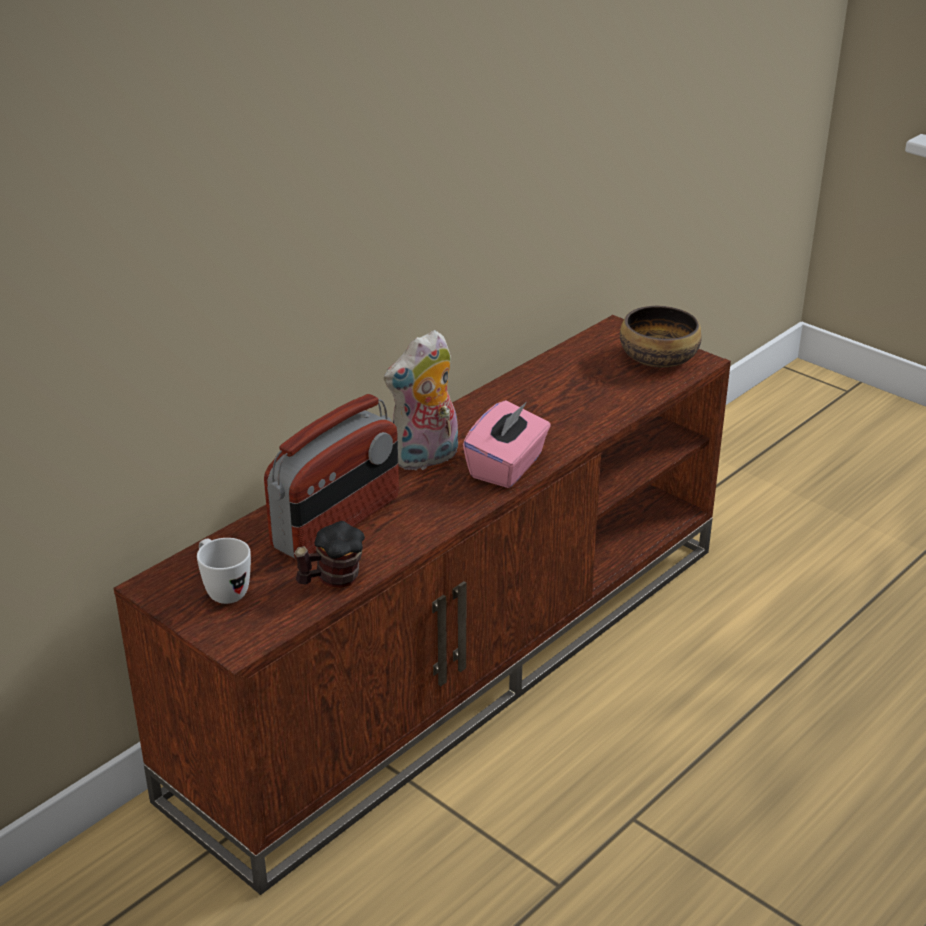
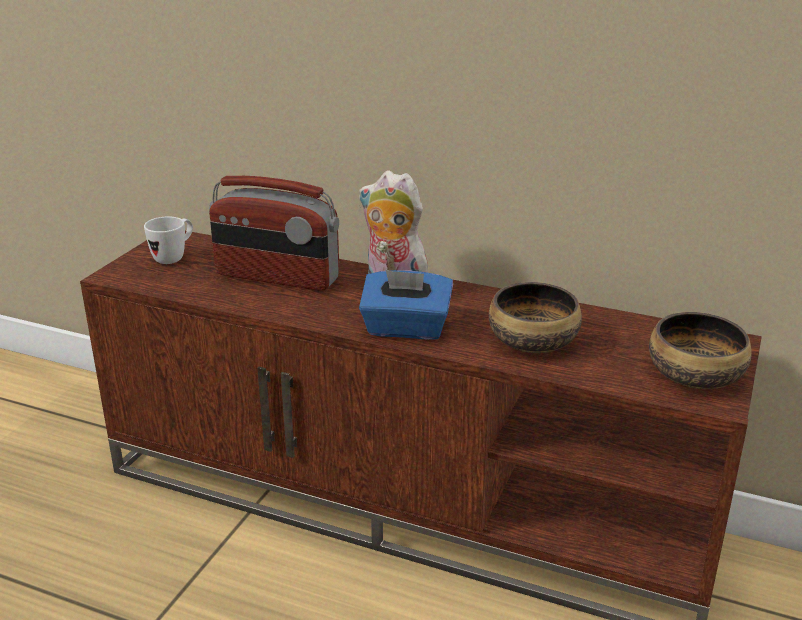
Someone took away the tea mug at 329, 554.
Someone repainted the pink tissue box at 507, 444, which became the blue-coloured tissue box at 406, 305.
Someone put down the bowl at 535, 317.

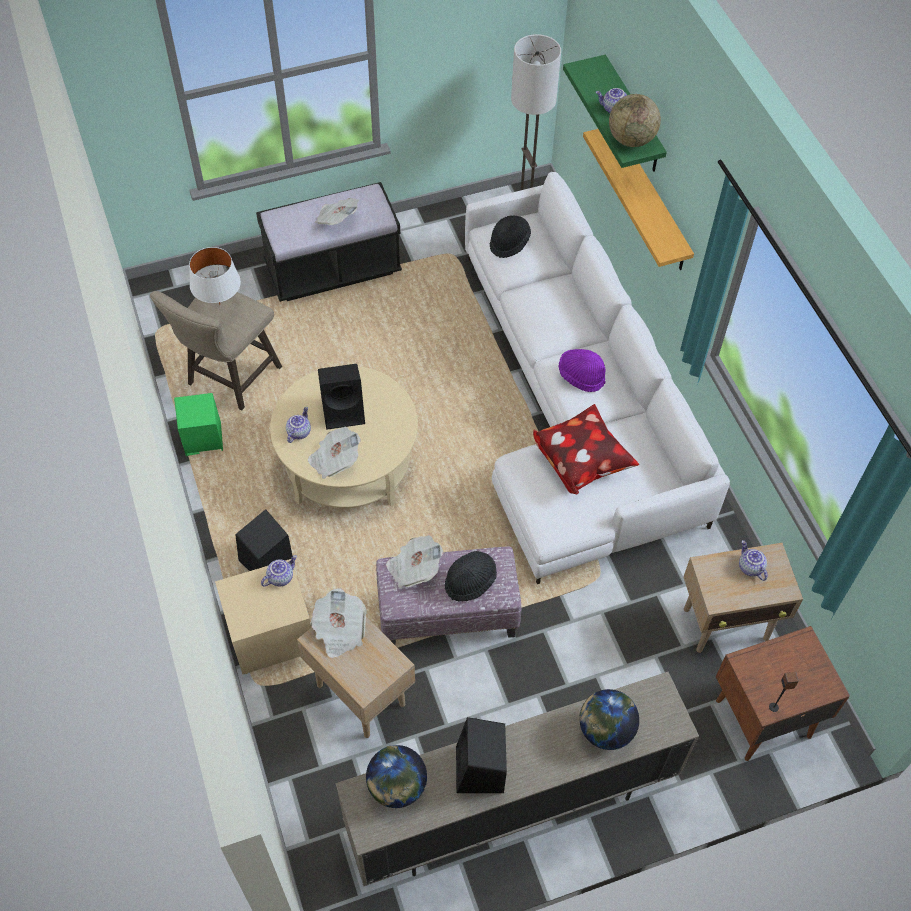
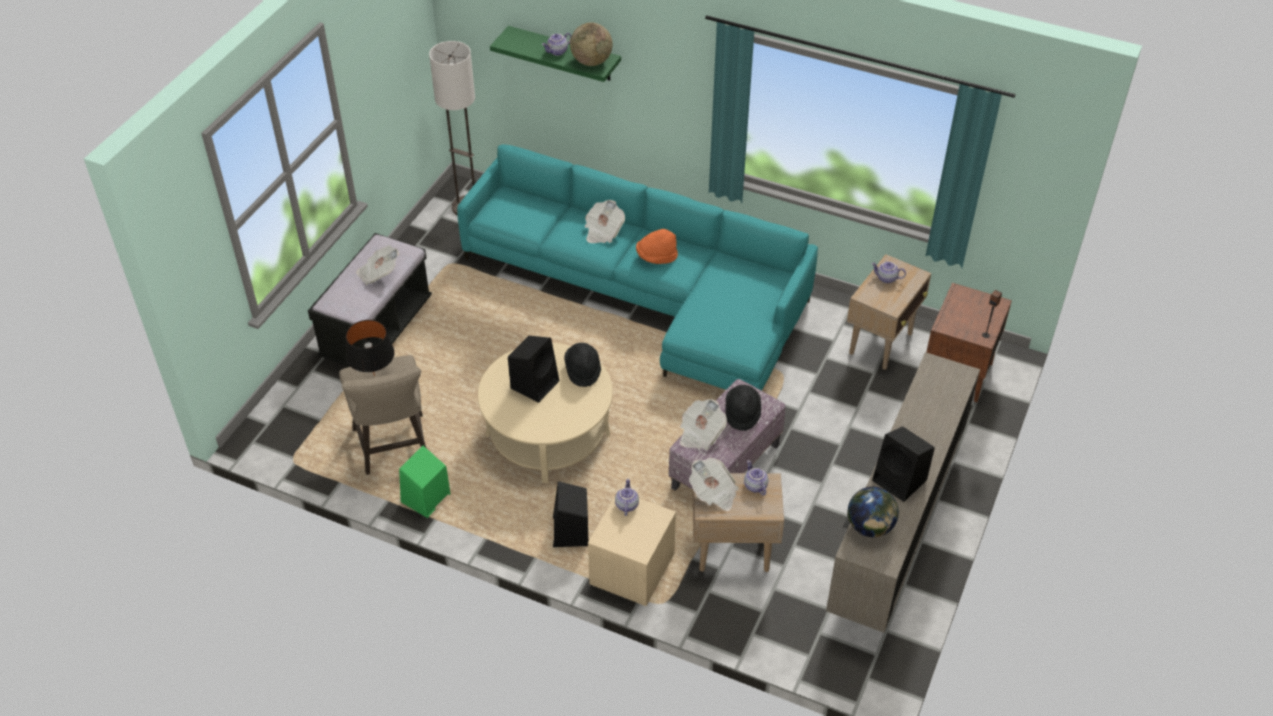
Someone repainted the white lamp for a table at 215, 276, which became the black-coloured lamp for a table at 370, 348.
Someone carried the tea pot from 298, 425 to 756, 478.
Someone carried the daily paper from 334, 453 to 605, 221.
Someone repainted the white sofa at 597, 378, which became the turquoise sofa at 637, 267.
Someone carried the black-coloured wearable hat from 510, 237 to 582, 365.
Someone took away the throw pillow at 586, 449.
Someone repainted the purple wearable hat at 582, 370, which became the orange wearable hat at 657, 246.
Someone took away the desk globe at 609, 719.
Someone took away the wall shelf at 638, 199.

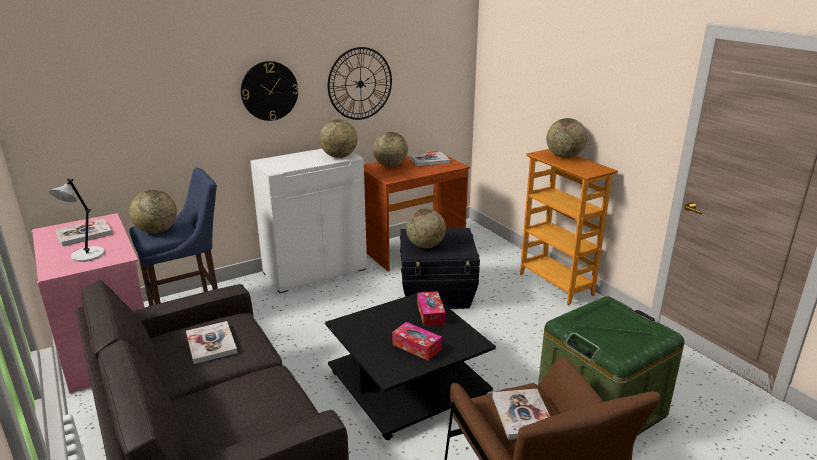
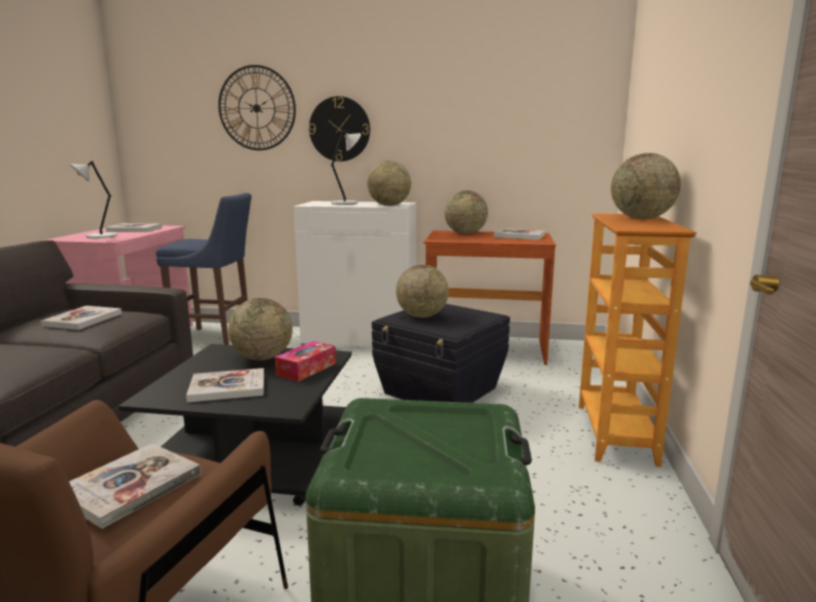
Someone carried the desk globe from 153, 212 to 260, 329.
Someone carried the wall clock from 360, 83 to 257, 107.
Someone swapped the tissue box at 417, 341 for the book at 225, 385.
Someone put down the gray lamp for a table at 346, 167.

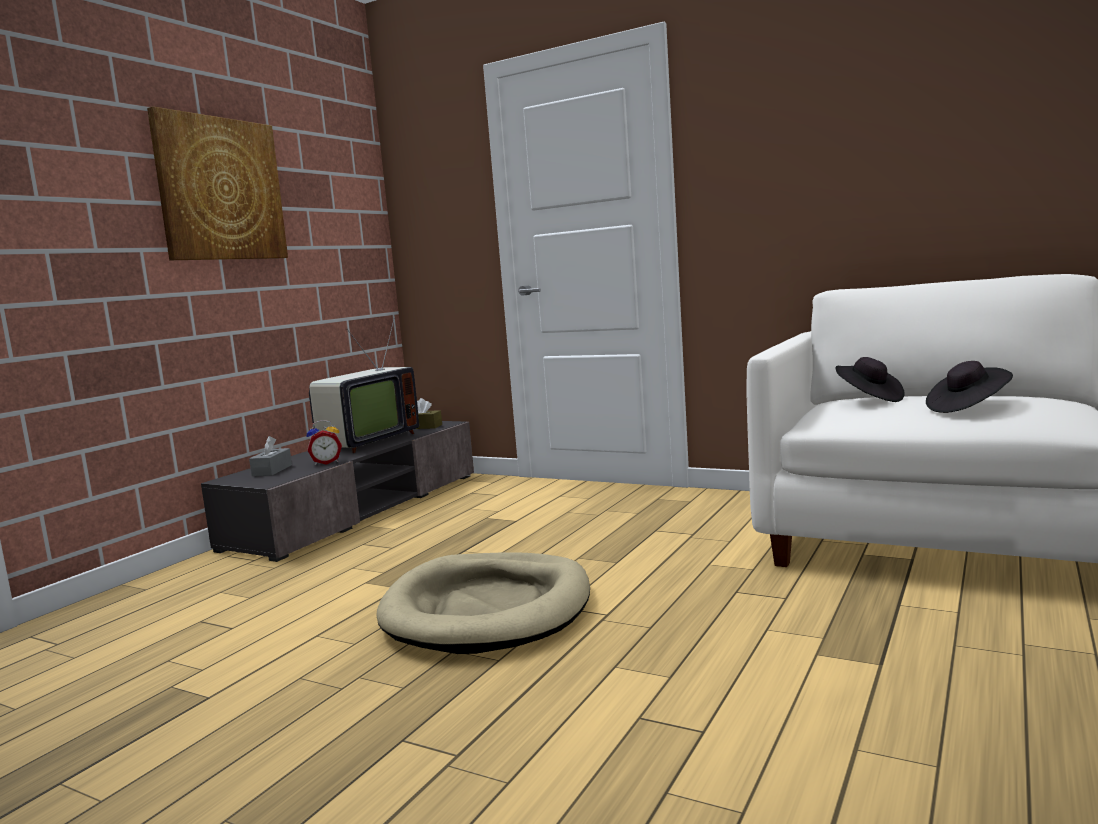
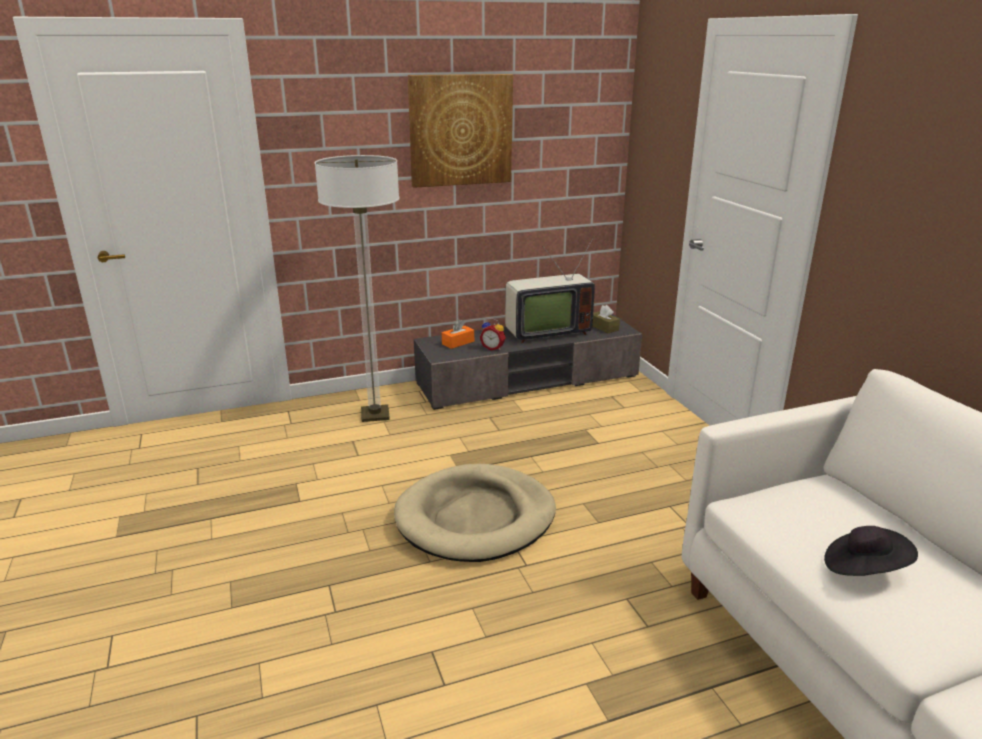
Someone repainted the gray tissue box at 270, 456, which became the orange tissue box at 458, 334.
Someone took away the black-coloured wearable hat at 870, 379.
Someone put down the floor lamp at 357, 288.

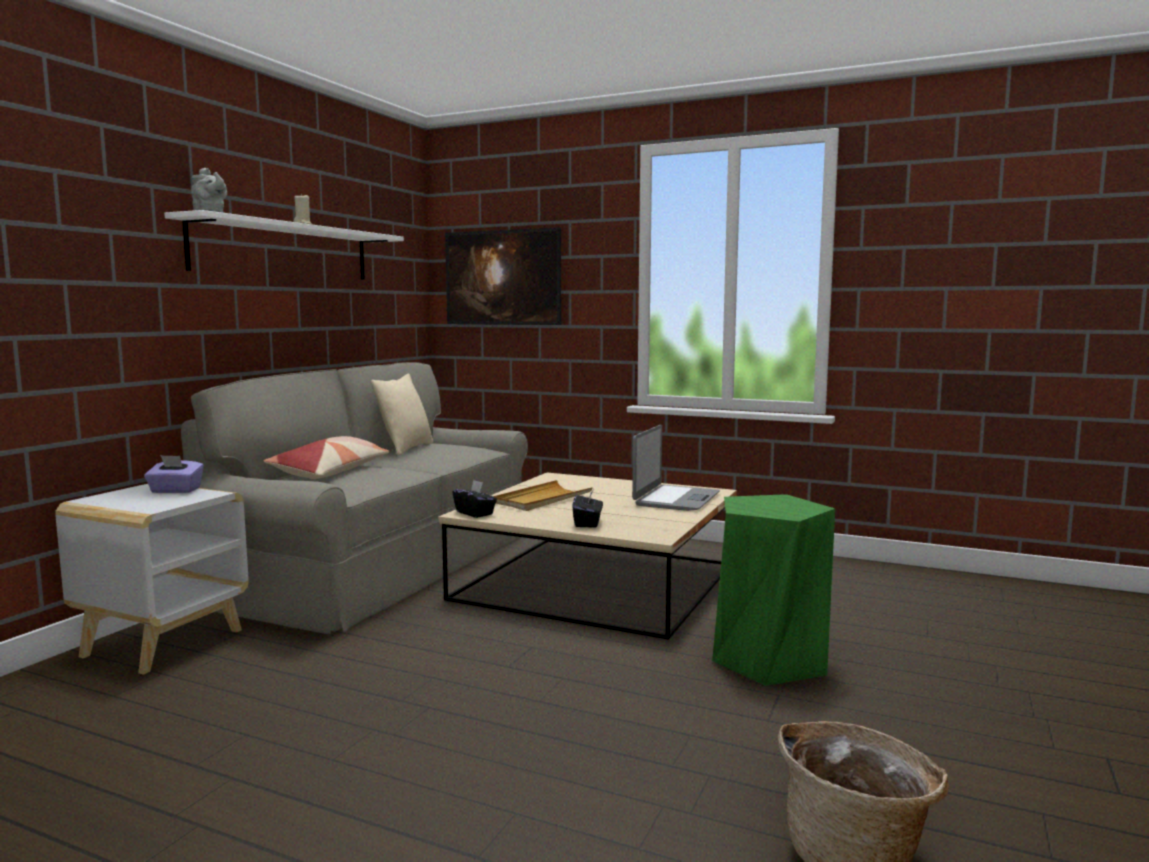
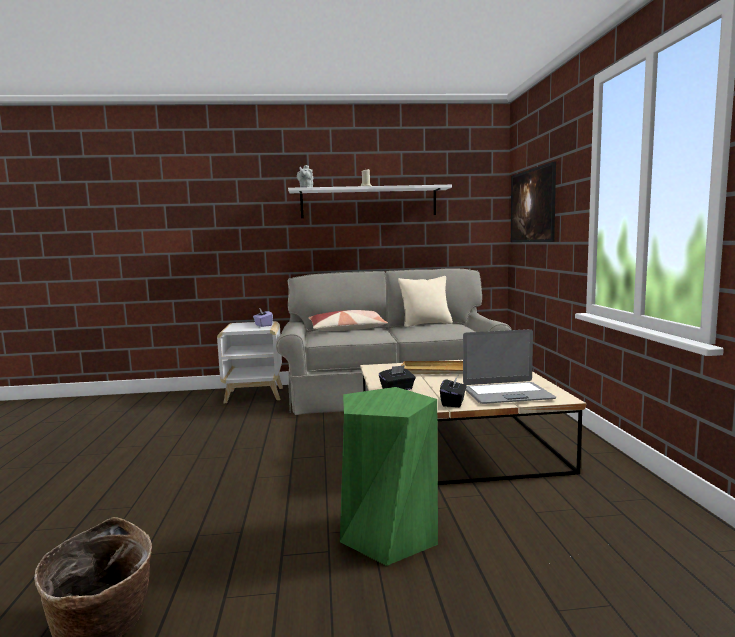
Someone carried the black-coloured tissue box from 474, 499 to 453, 391.

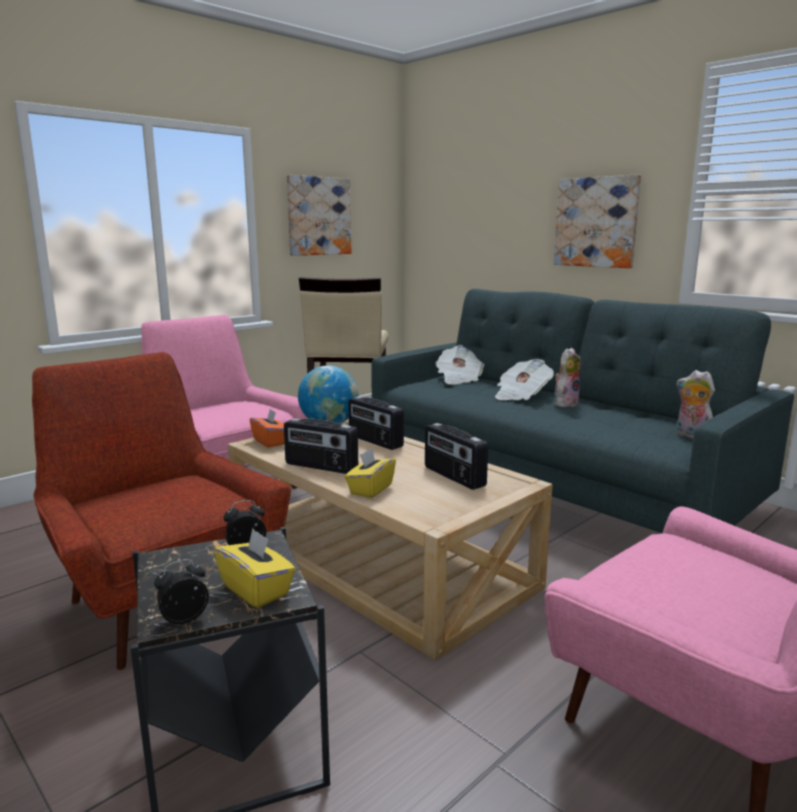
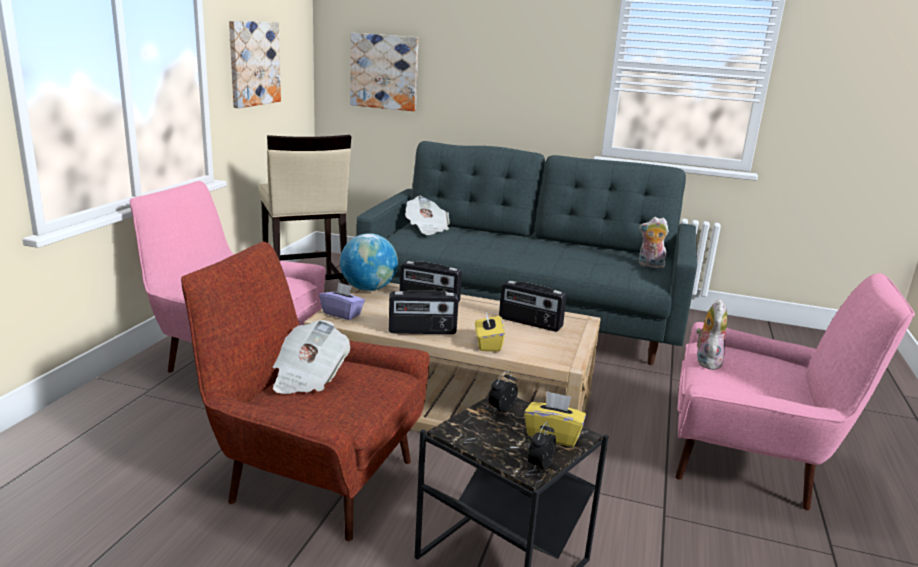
Someone repainted the orange tissue box at 267, 428, which became the purple tissue box at 342, 301.
Someone carried the daily paper from 524, 379 to 311, 357.
Someone carried the picture from 597, 221 to 384, 72.
Someone carried the plush toy from 567, 377 to 711, 334.

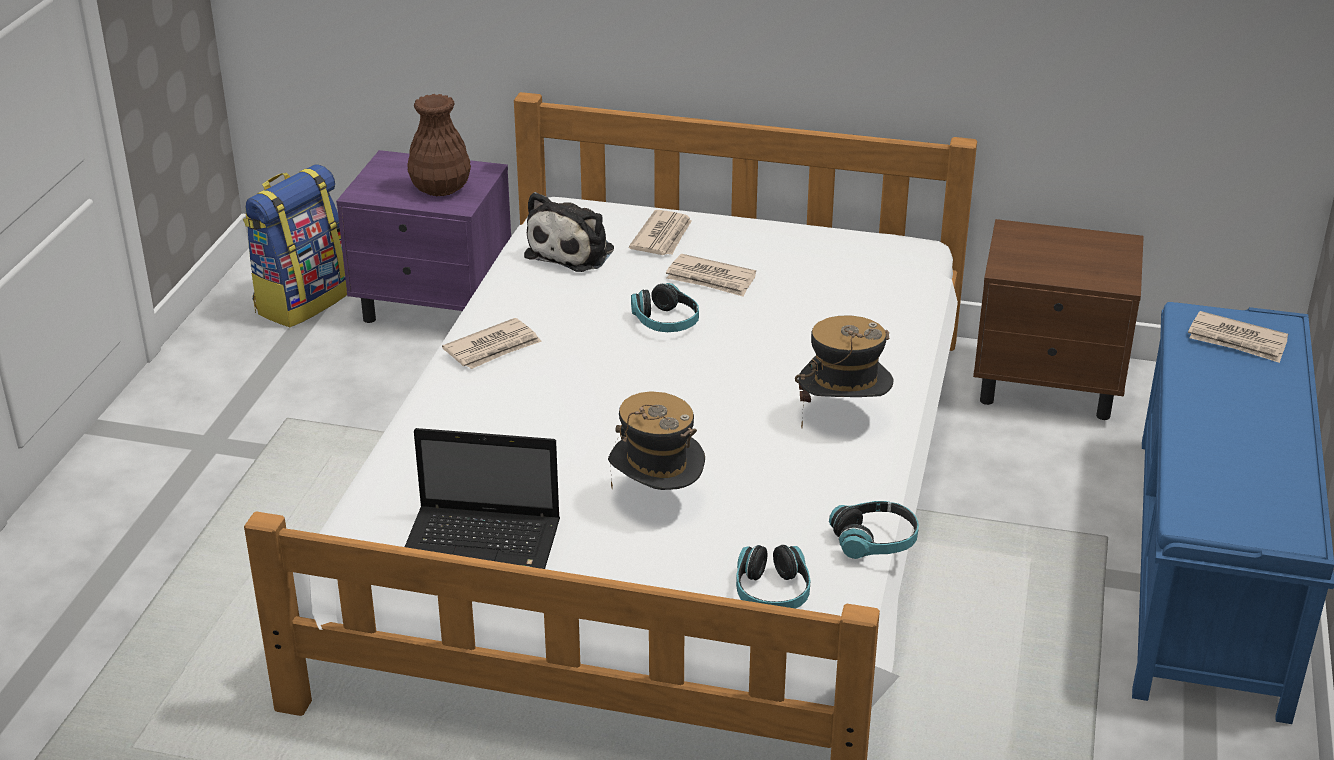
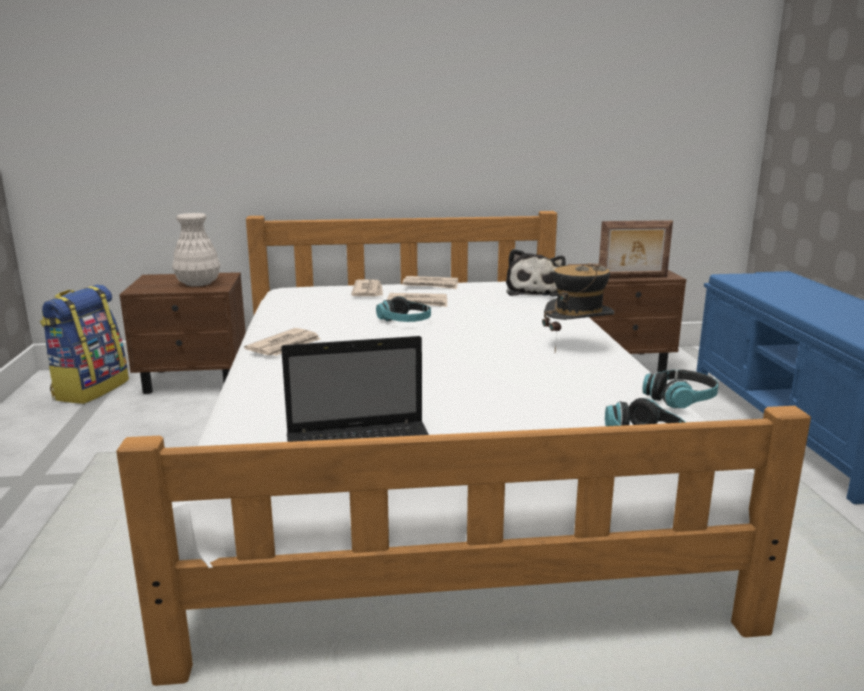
Someone repainted the purple nightstand at 423, 236, which became the brown nightstand at 182, 333.
Someone repainted the brown vase at 439, 145, which became the white vase at 196, 249.
Someone carried the plush toy from 569, 232 to 536, 272.
Someone took away the wearable hat at 656, 440.
Someone carried the daily paper from 1238, 337 to 430, 282.
Someone put down the picture frame at 636, 249.

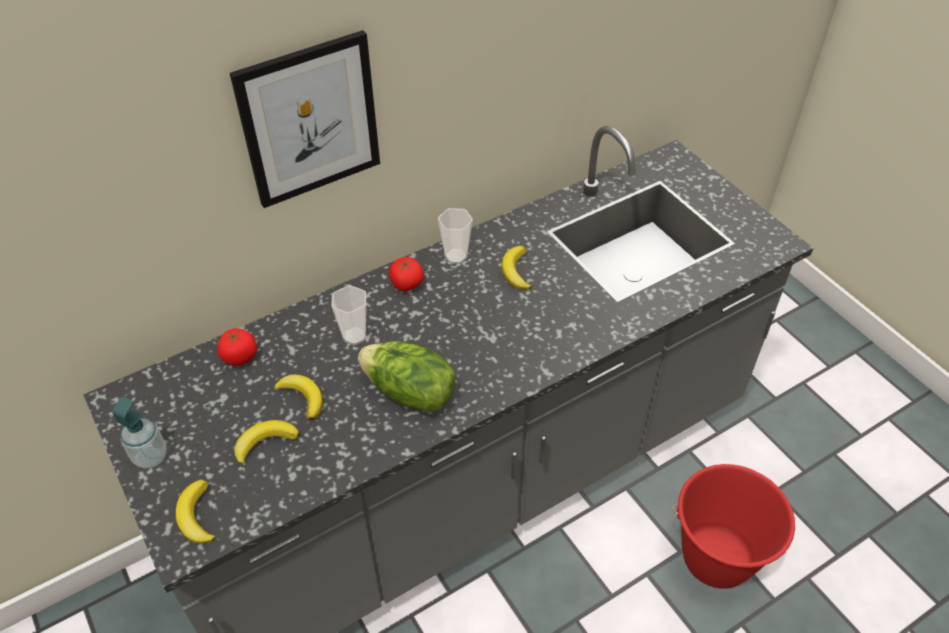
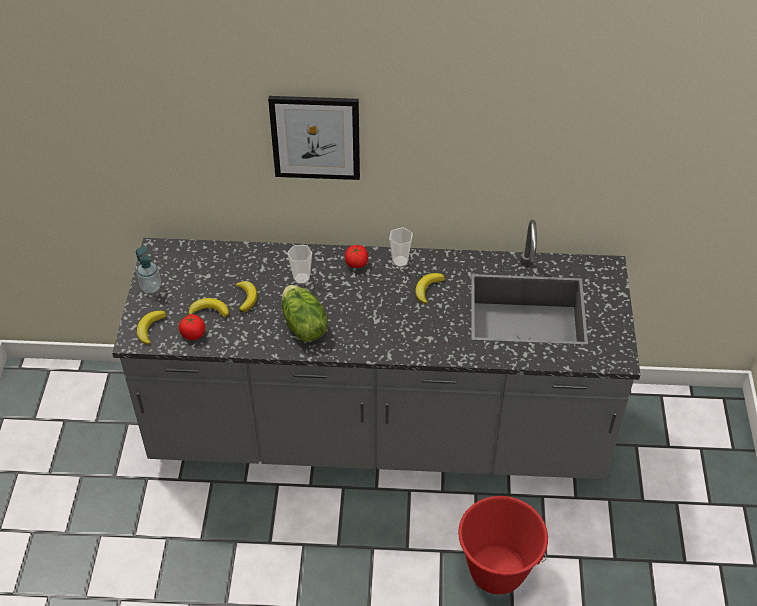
Someone carried the fresh tomato from 237, 347 to 192, 327.

